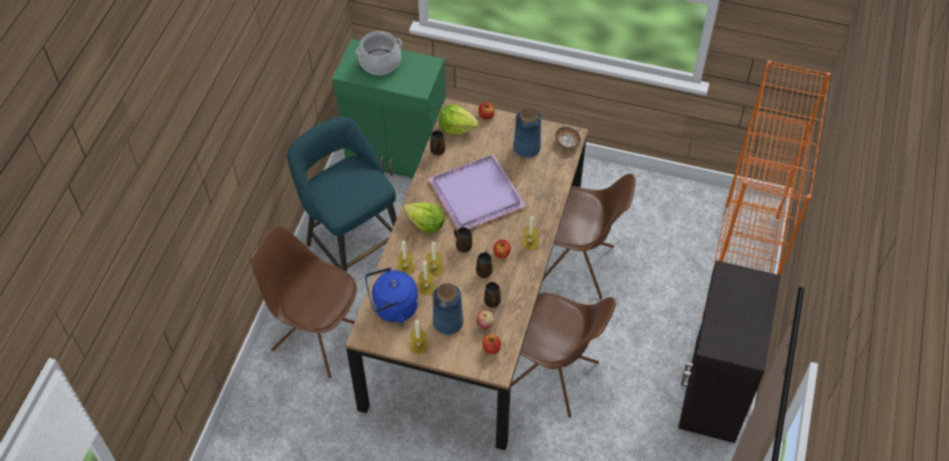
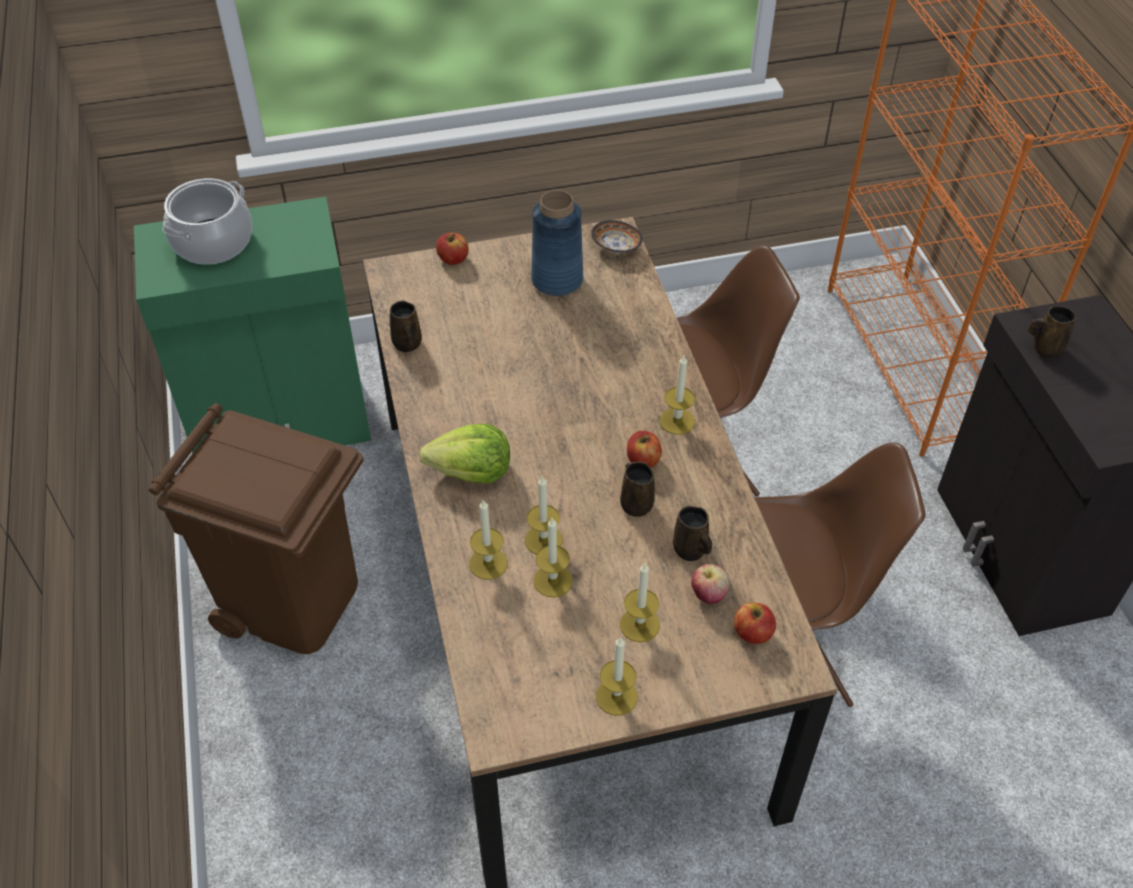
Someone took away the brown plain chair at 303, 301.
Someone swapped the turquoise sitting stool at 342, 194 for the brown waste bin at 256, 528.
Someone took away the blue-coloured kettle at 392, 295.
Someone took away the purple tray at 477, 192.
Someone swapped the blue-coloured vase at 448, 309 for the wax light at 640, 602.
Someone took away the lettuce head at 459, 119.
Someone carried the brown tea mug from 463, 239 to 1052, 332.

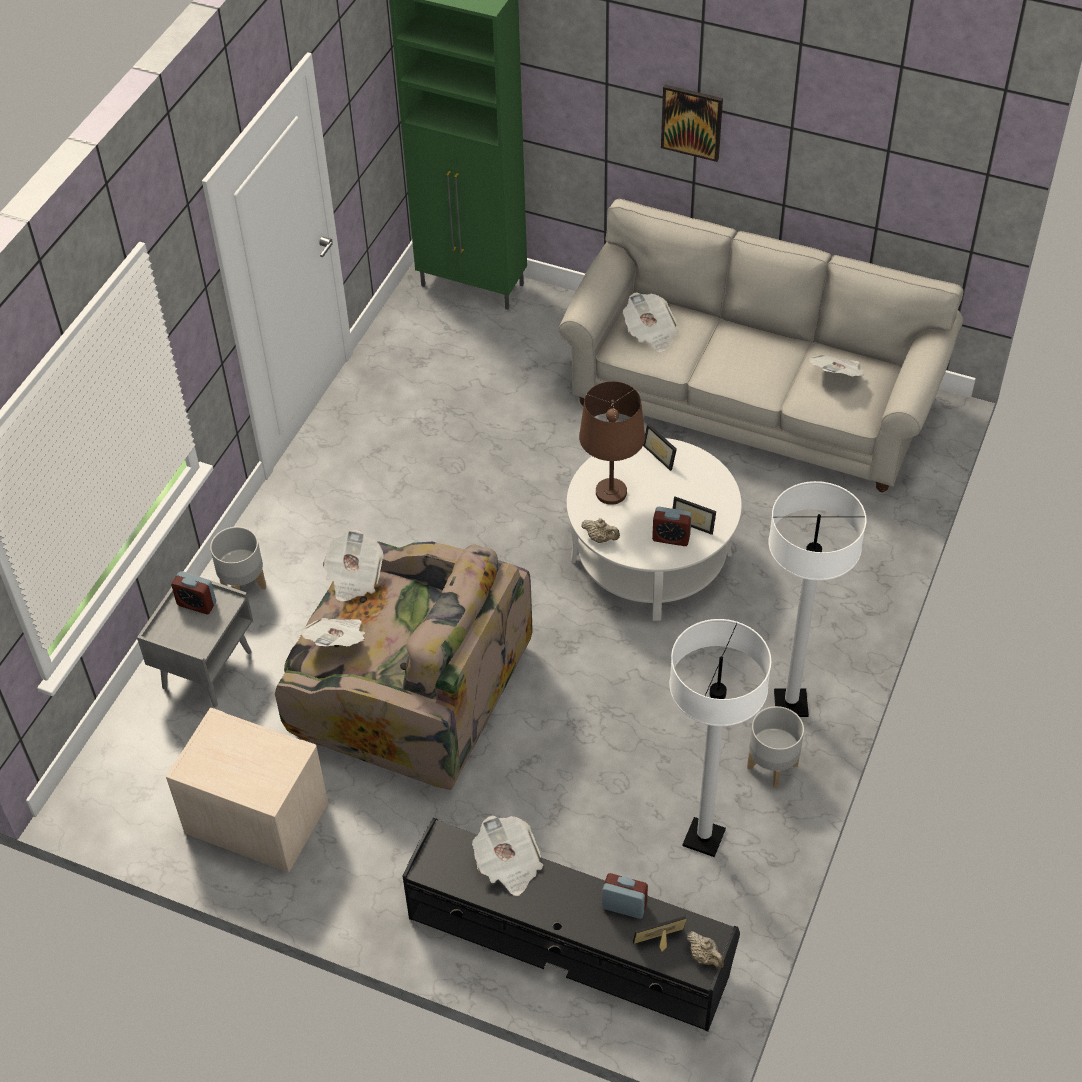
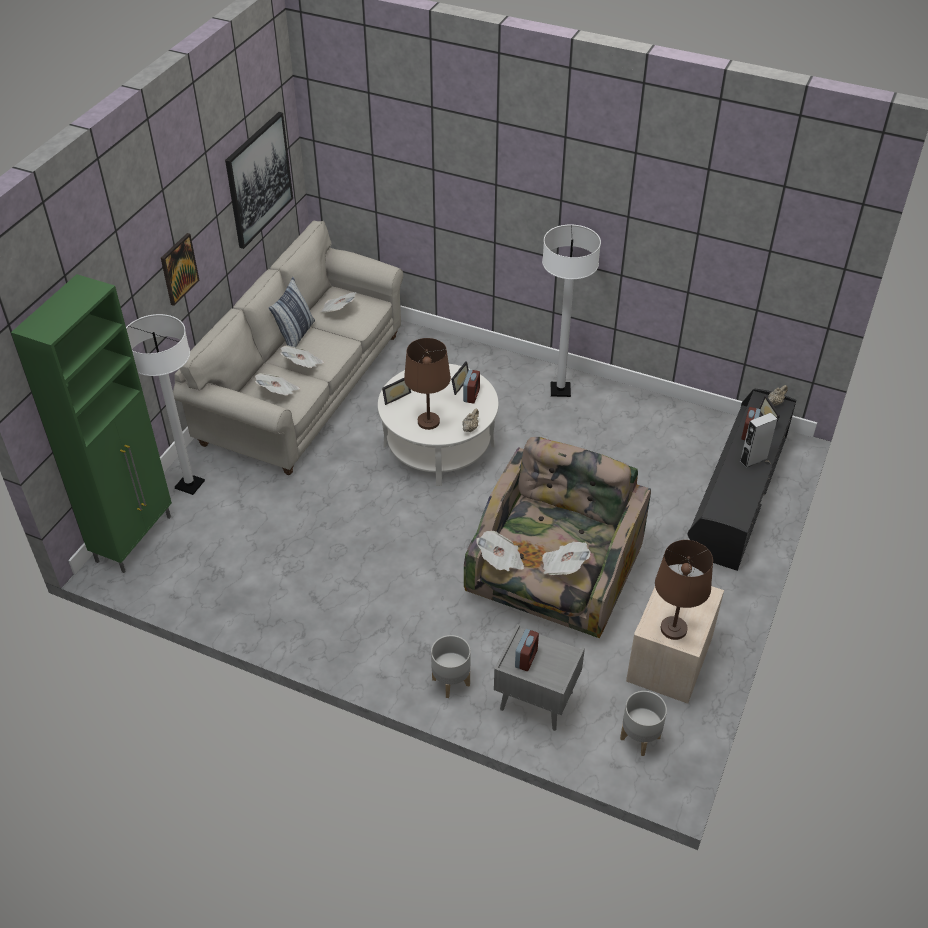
Someone carried the daily paper from 507, 855 to 302, 356.
Someone carried the white floor lamp from 720, 738 to 165, 404.
Someone carried the gray plant pot from 775, 747 to 643, 723.
Someone put up the picture at 259, 180.
Someone put down the throw pillow at 292, 312.
Someone put down the brown lamp for a table at 684, 590.
Someone put down the gray audio speaker at 758, 440.

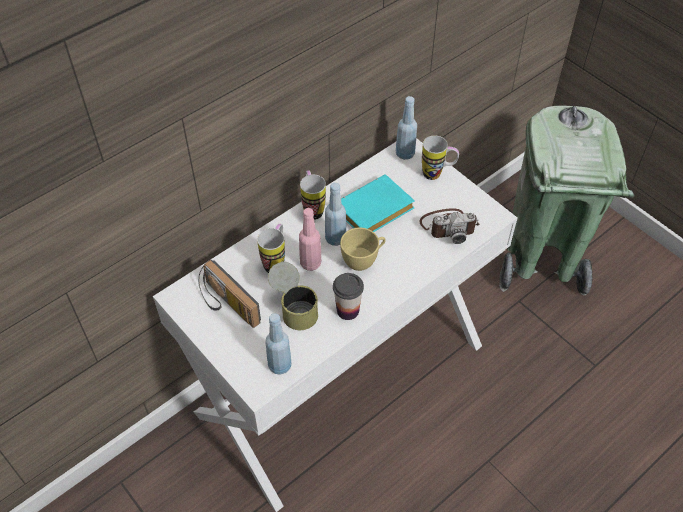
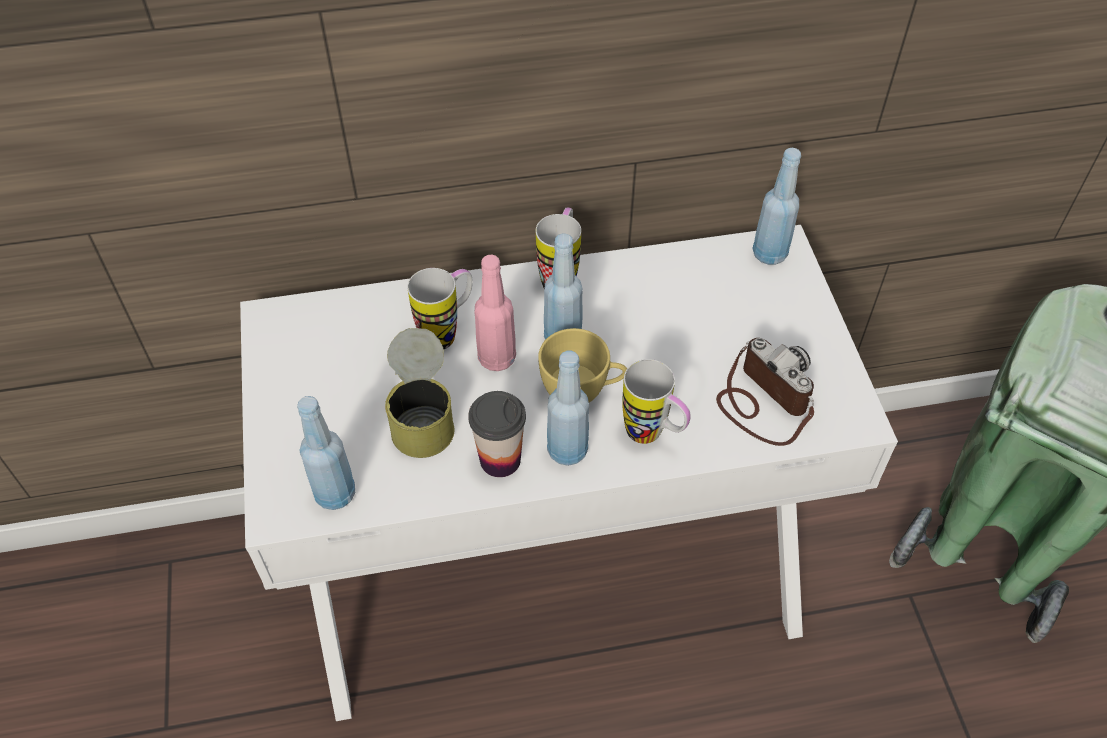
Someone took away the radio set at 229, 294.
Someone took away the turquoise book at 378, 203.
Someone rotated the still camera at 449, 226 by 150 degrees counterclockwise.
Someone carried the tea mug from 440, 157 to 656, 401.
Someone put down the blue-coloured beverage bottle at 568, 408.

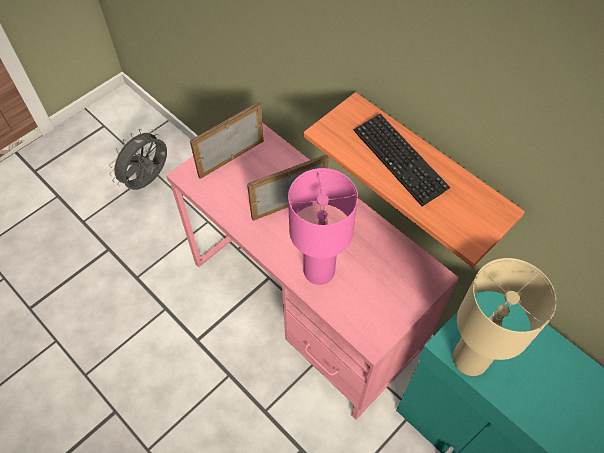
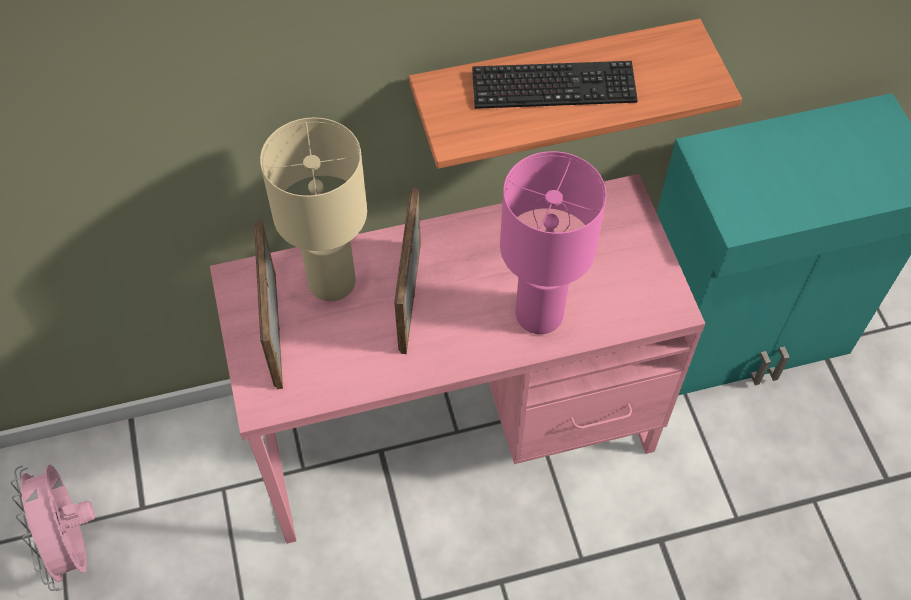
Someone repainted the gray cooling fan at 138, 159, which became the pink cooling fan at 53, 528.
Someone carried the sand-coloured lamp for a table from 504, 317 to 313, 209.

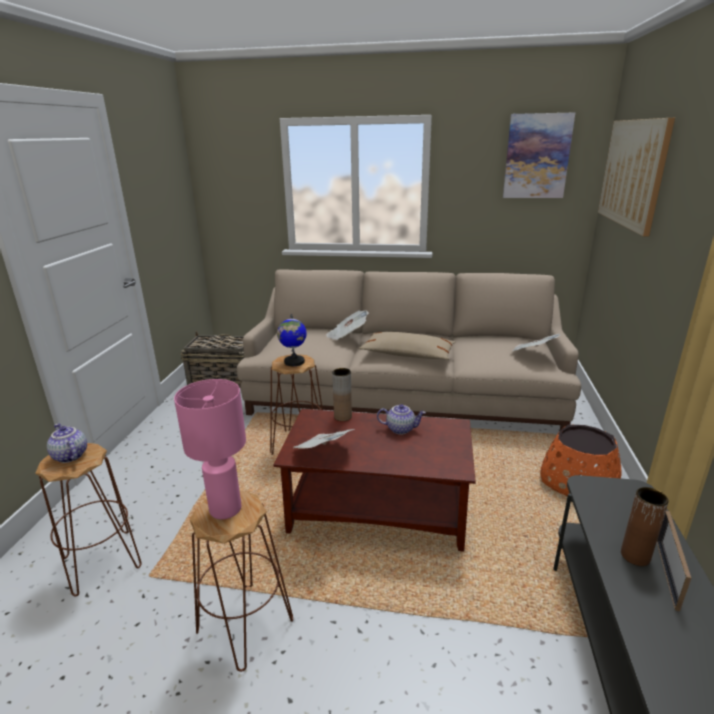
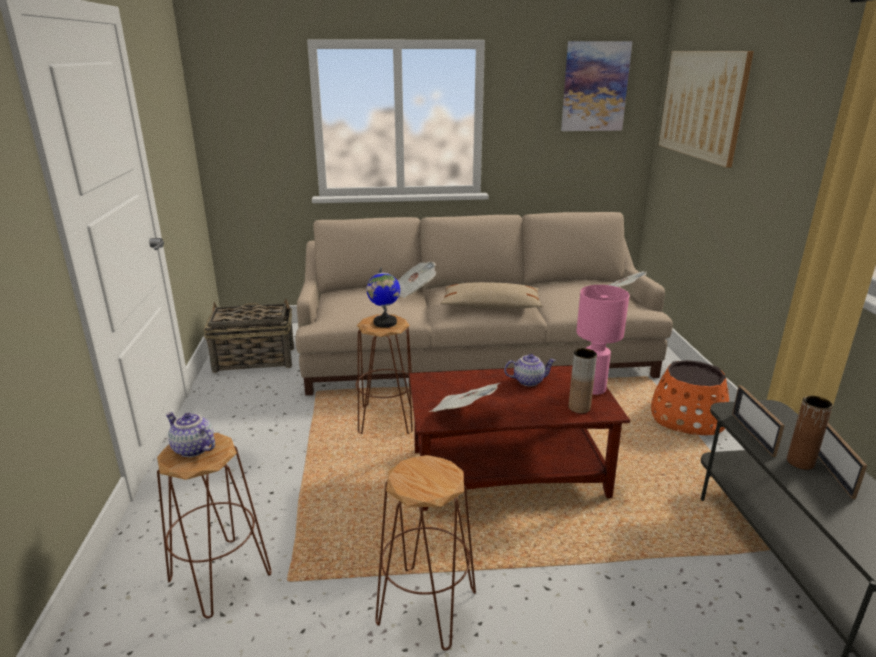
Someone carried the pink lamp for a table from 210, 449 to 603, 340.
Someone carried the brown vase from 342, 394 to 583, 380.
Someone put down the picture frame at 758, 421.

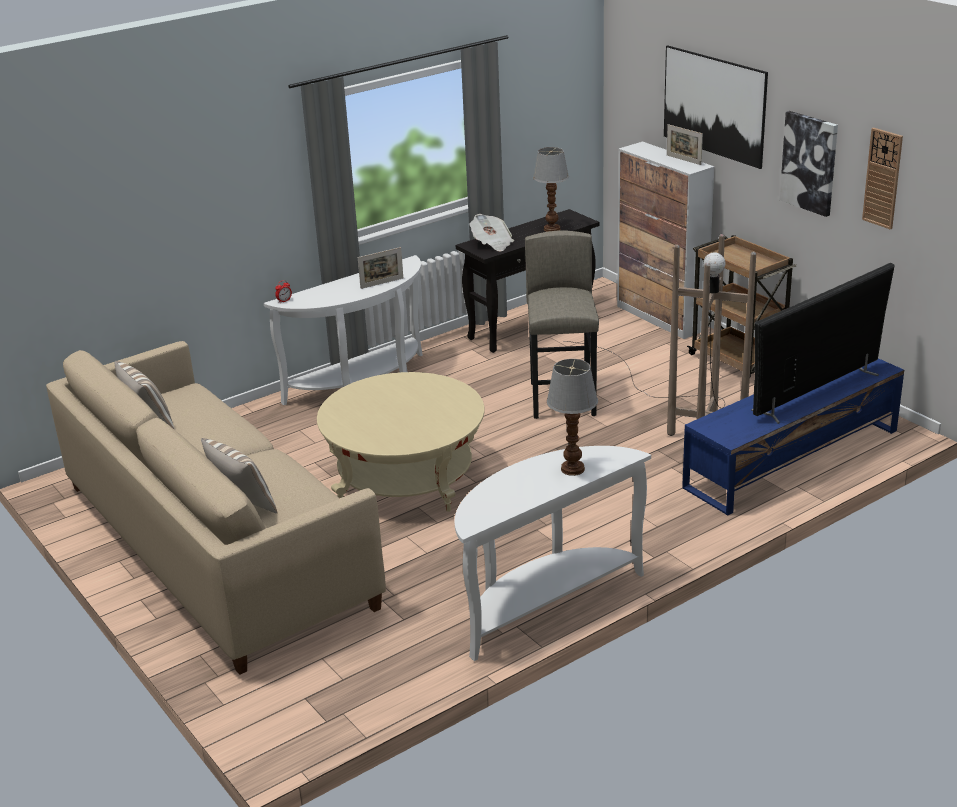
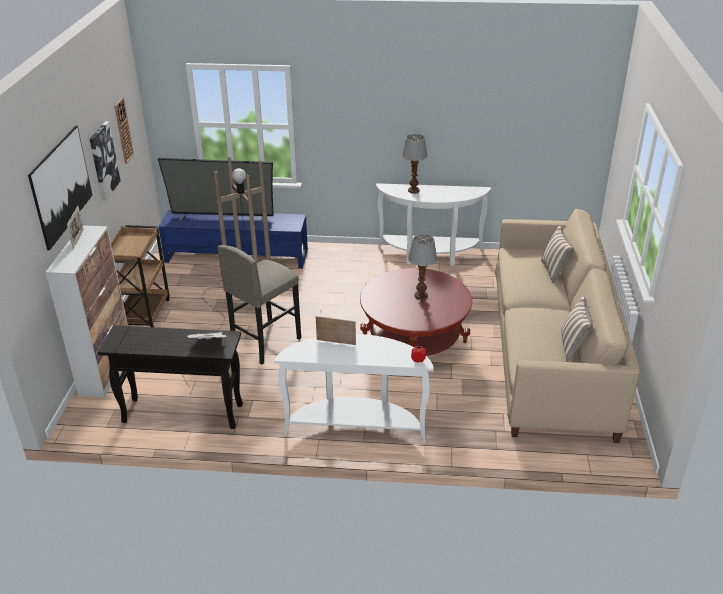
Someone repainted the sand-coloured low table at 400, 442, which became the reddish low table at 416, 312.
Someone carried the lamp for a table from 551, 189 to 423, 267.

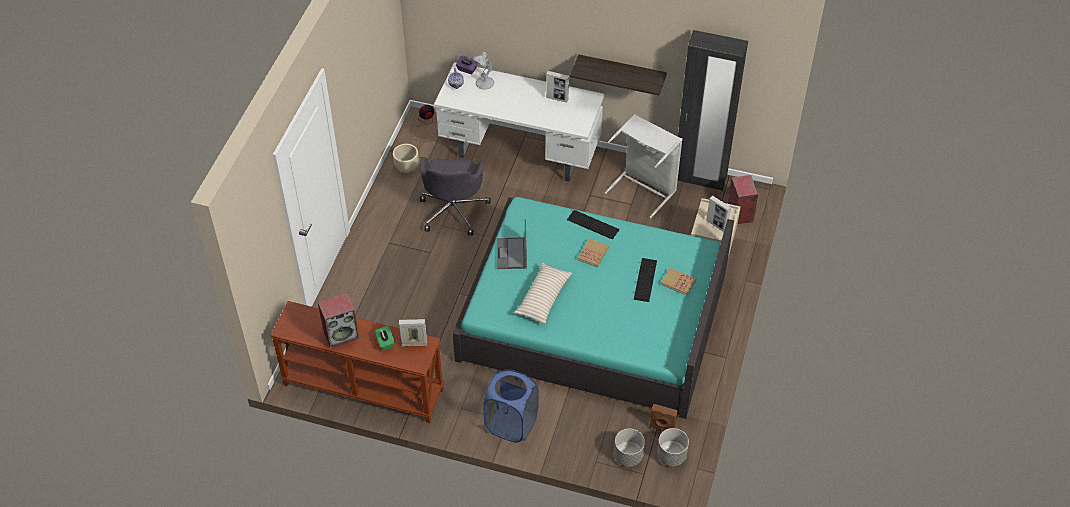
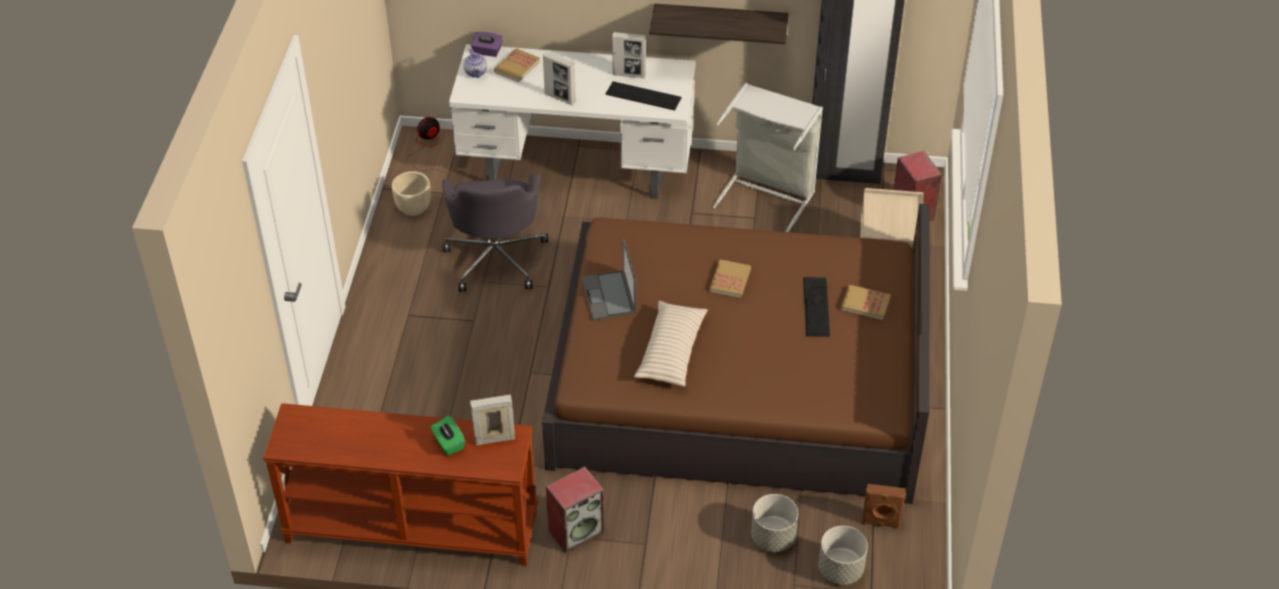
Someone carried the audio speaker from 338, 320 to 575, 510.
Someone repainted the turquoise bedroom bed at 593, 308, which became the brown bedroom bed at 736, 354.
Someone swapped the white lamp for a table at 483, 71 for the book at 517, 65.
Someone took away the blue-coloured laundry basket at 511, 406.
Someone carried the computer keyboard from 593, 225 to 644, 95.
Someone carried the gray plant pot from 673, 447 to 774, 523.
Someone carried the picture frame from 718, 213 to 559, 78.

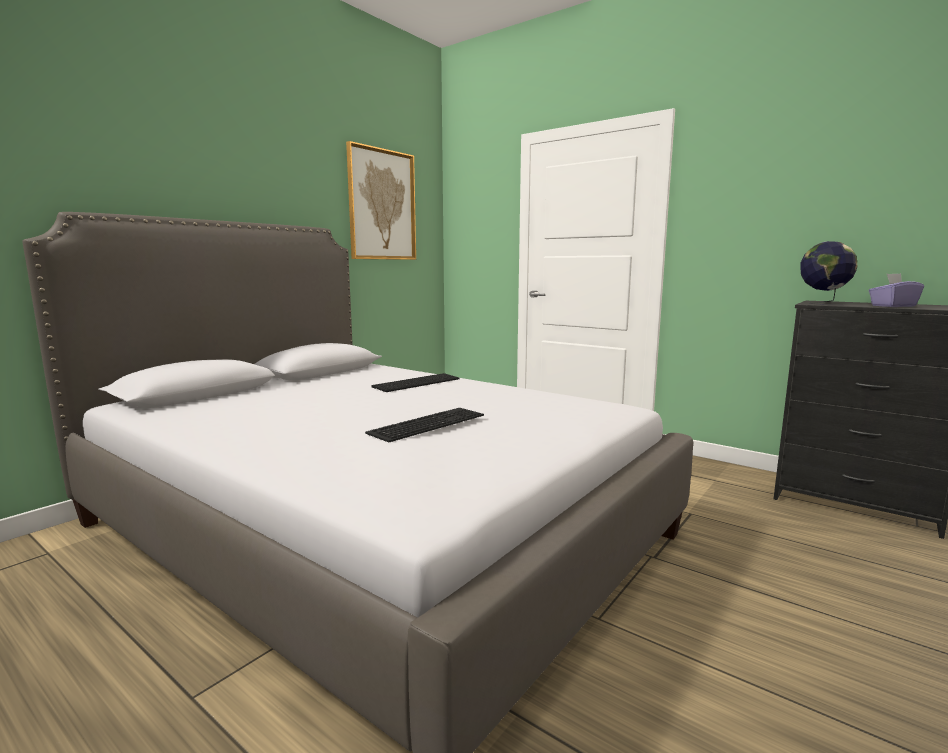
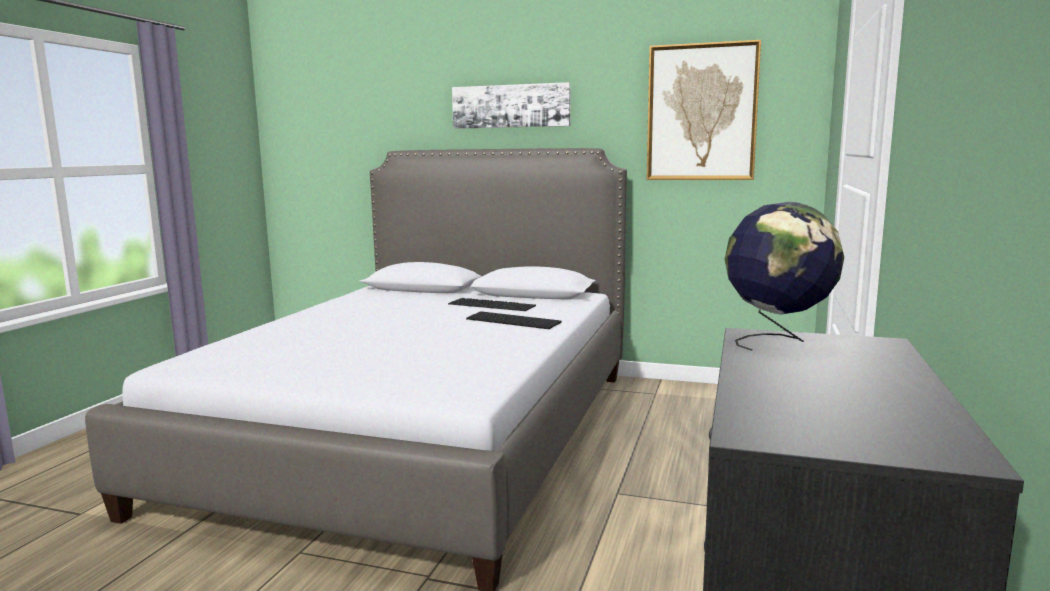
Someone carried the computer keyboard from 424, 425 to 492, 304.
Someone took away the purple tissue box at 896, 290.
Someone put up the picture at 511, 105.

